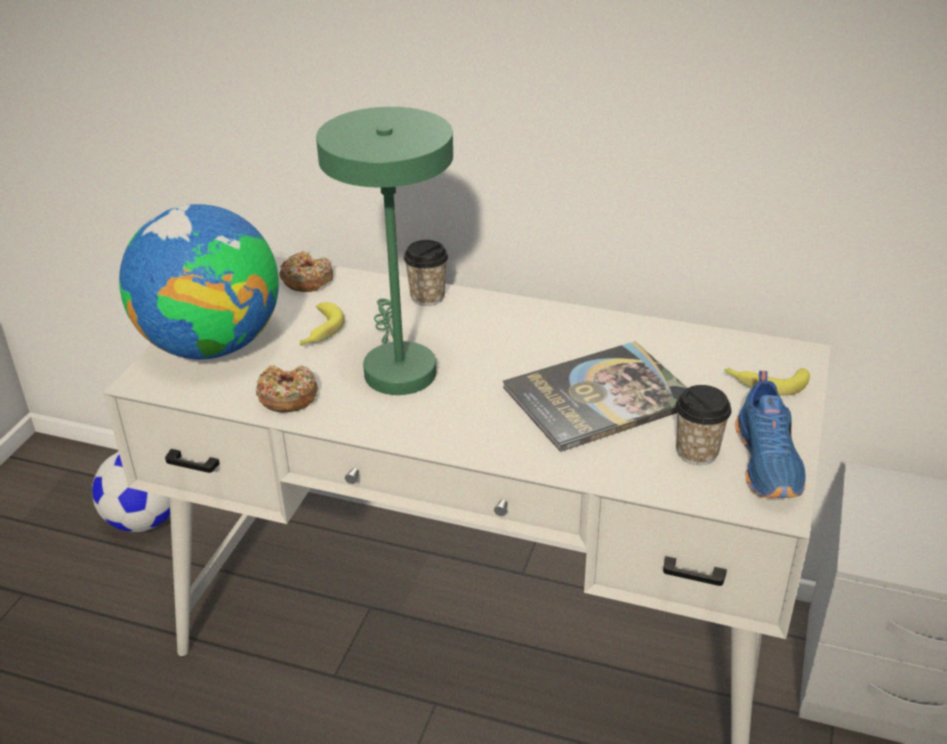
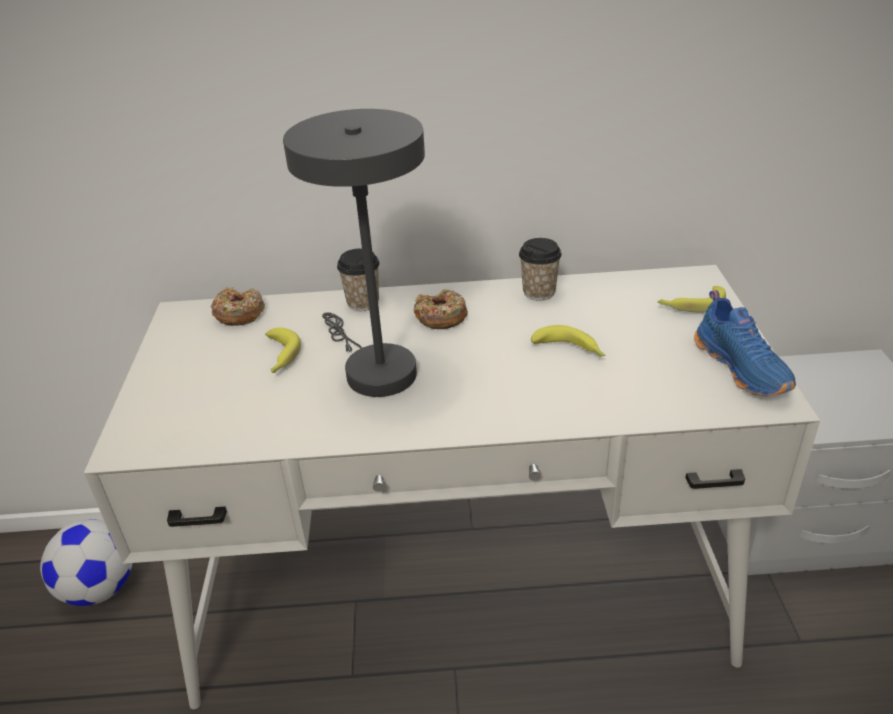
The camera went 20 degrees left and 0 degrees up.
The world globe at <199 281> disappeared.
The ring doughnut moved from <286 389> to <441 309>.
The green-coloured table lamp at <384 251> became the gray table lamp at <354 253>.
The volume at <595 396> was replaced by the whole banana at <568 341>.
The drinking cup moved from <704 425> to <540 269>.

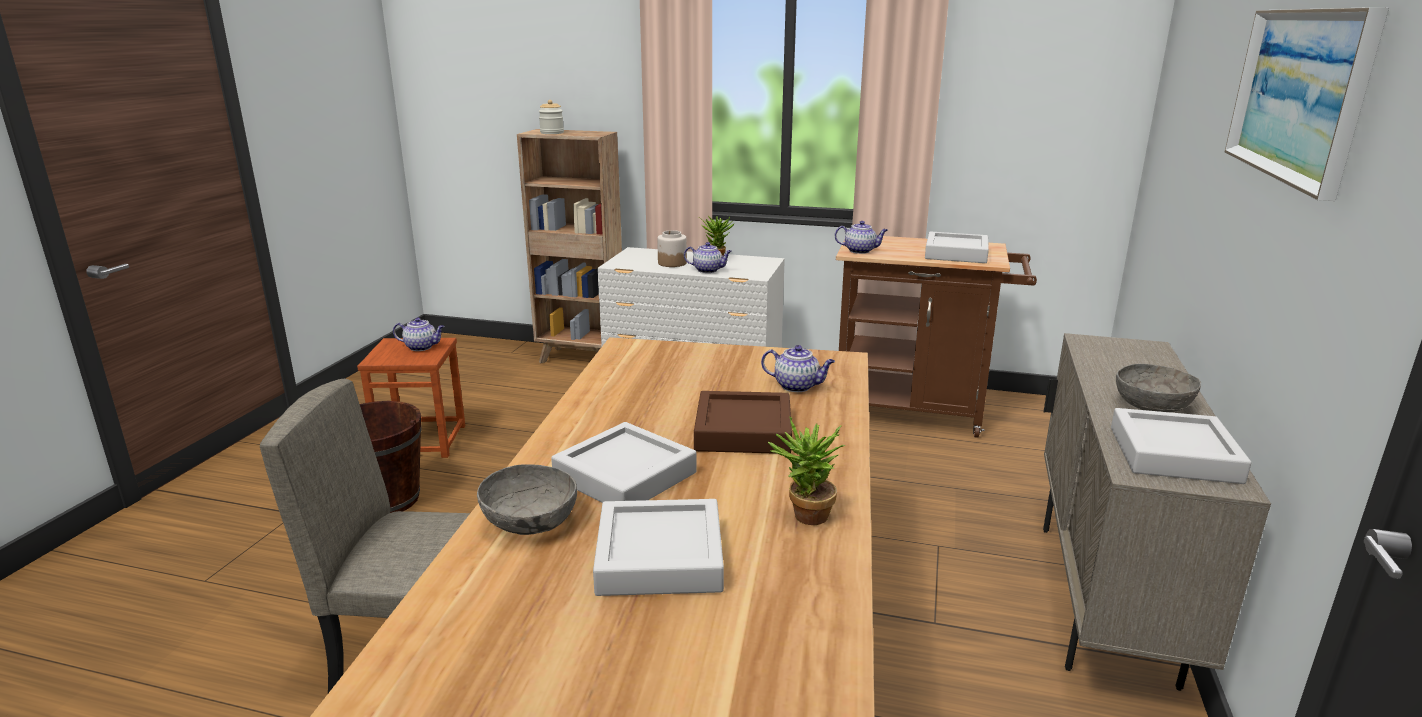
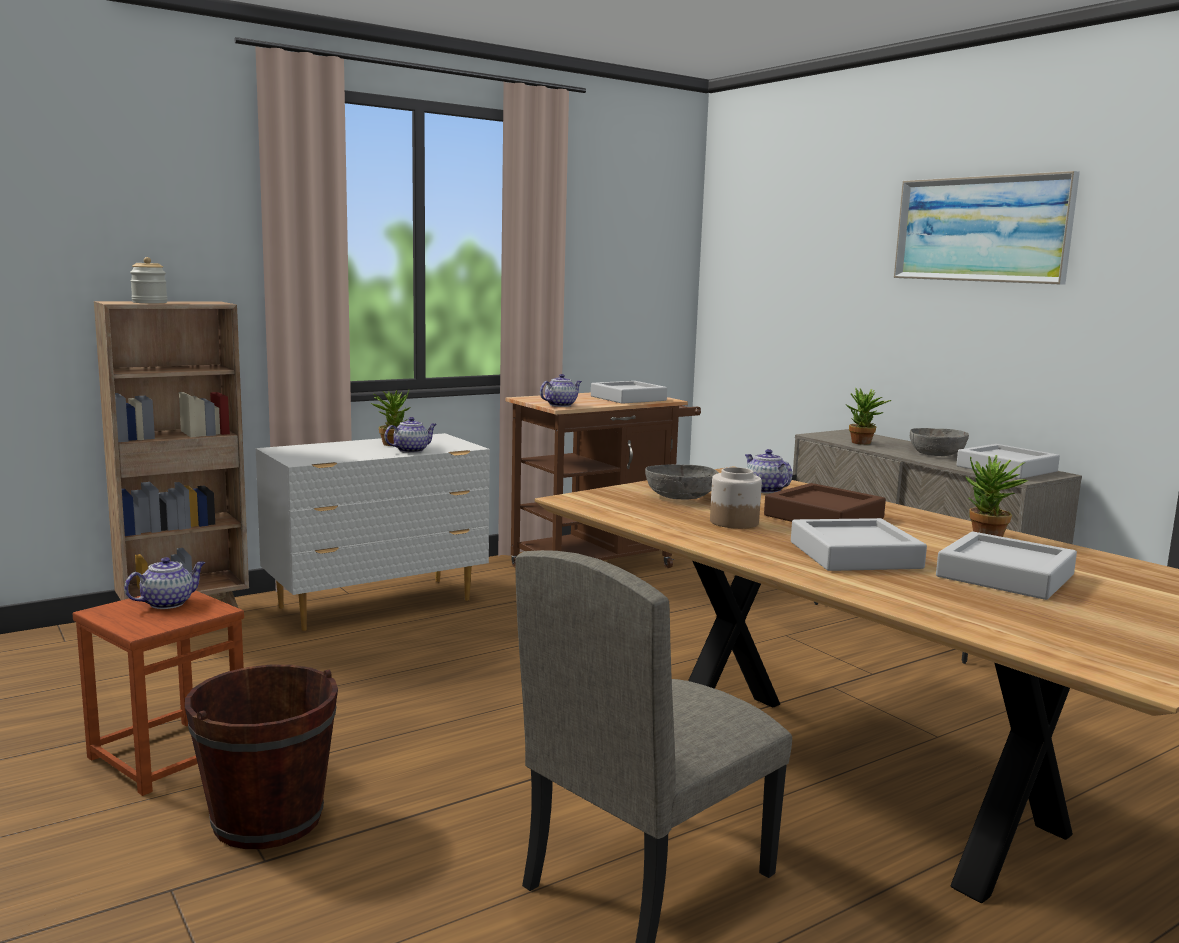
The camera went 50 degrees left and 10 degrees down.
The gray serving bowl moved from <527 499> to <682 482>.
The jar moved from <672 248> to <736 498>.
The pot for tea at <798 368> turned 90 degrees counterclockwise.
The potted plant at <868 416> appeared.

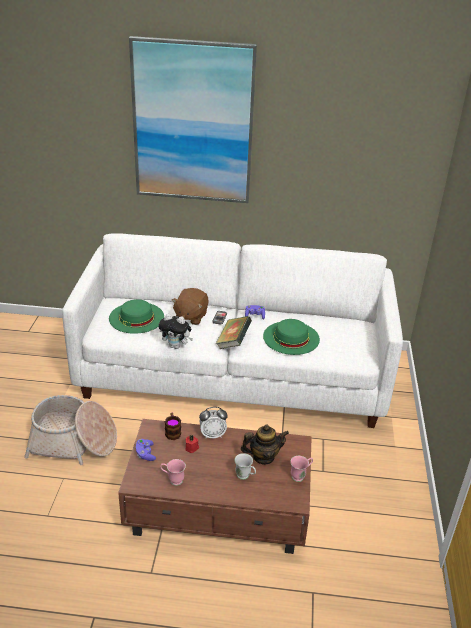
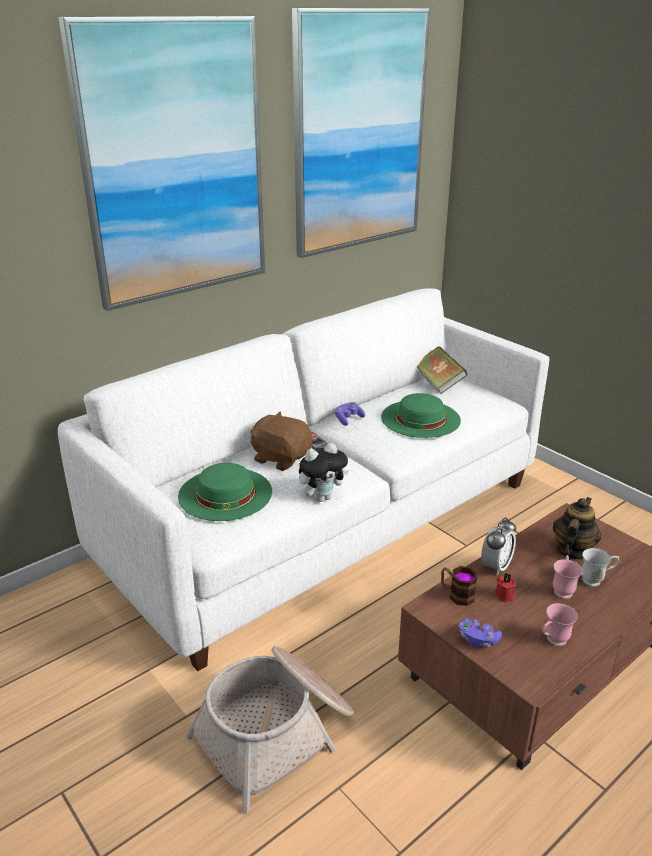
The camera went 45 degrees left and 5 degrees down.
The brown-coloured plush toy at <190 306> turned 150 degrees clockwise.
The volume moved from <234 332> to <442 370>.
The pinkish tea mug moved from <301 469> to <568 577>.
The picture at <361 133> appeared.

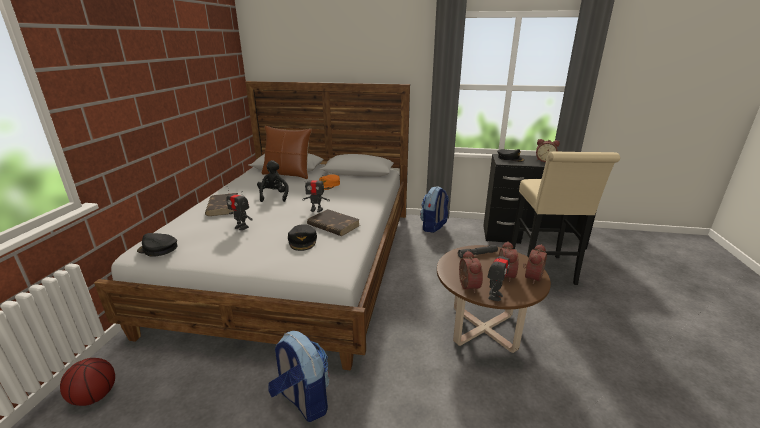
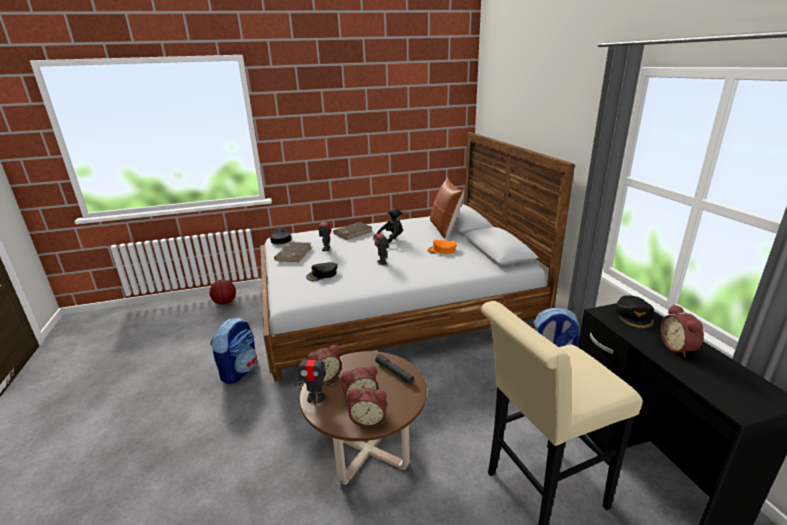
The camera went 65 degrees right and 0 degrees up.
The brown-coloured volume moved from <333 222> to <292 252>.

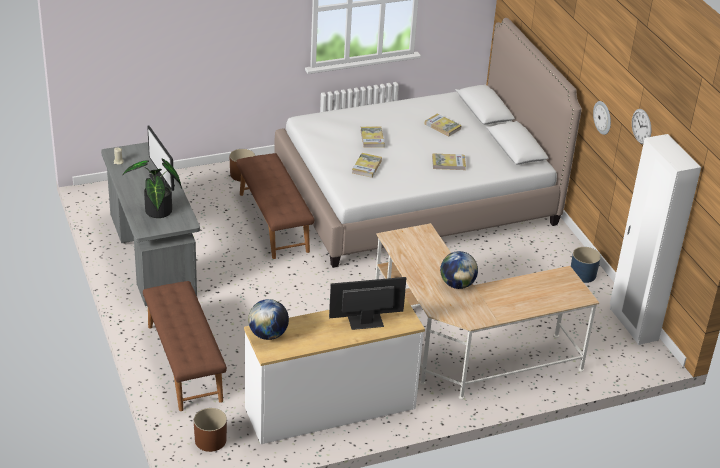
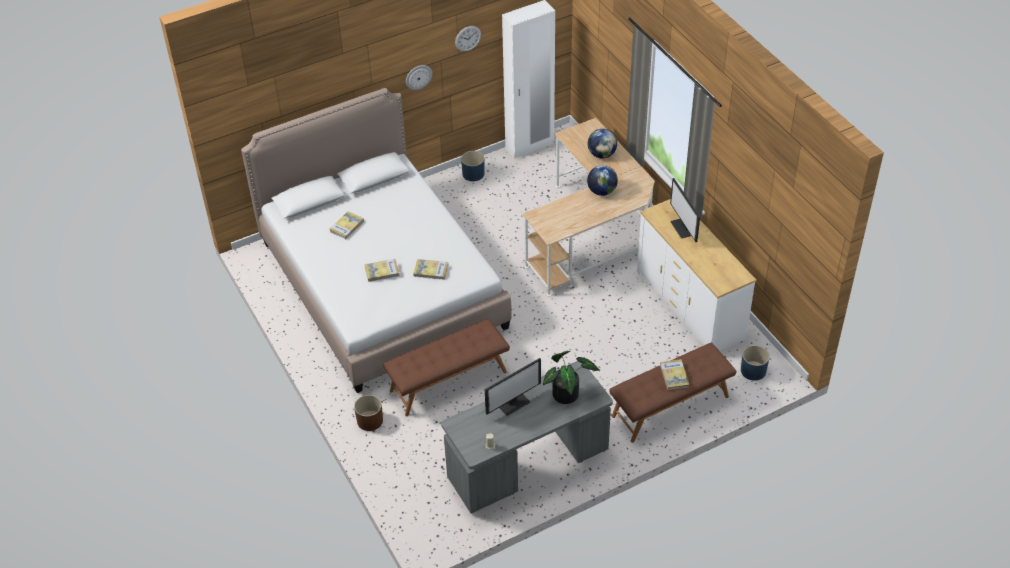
The camera went 95 degrees left and 10 degrees up.
The brown-coloured flower pot at <210 430> became the bluish flower pot at <755 363>.
The world globe moved from <268 319> to <602 143>.
The volume moved from <449 162> to <674 374>.

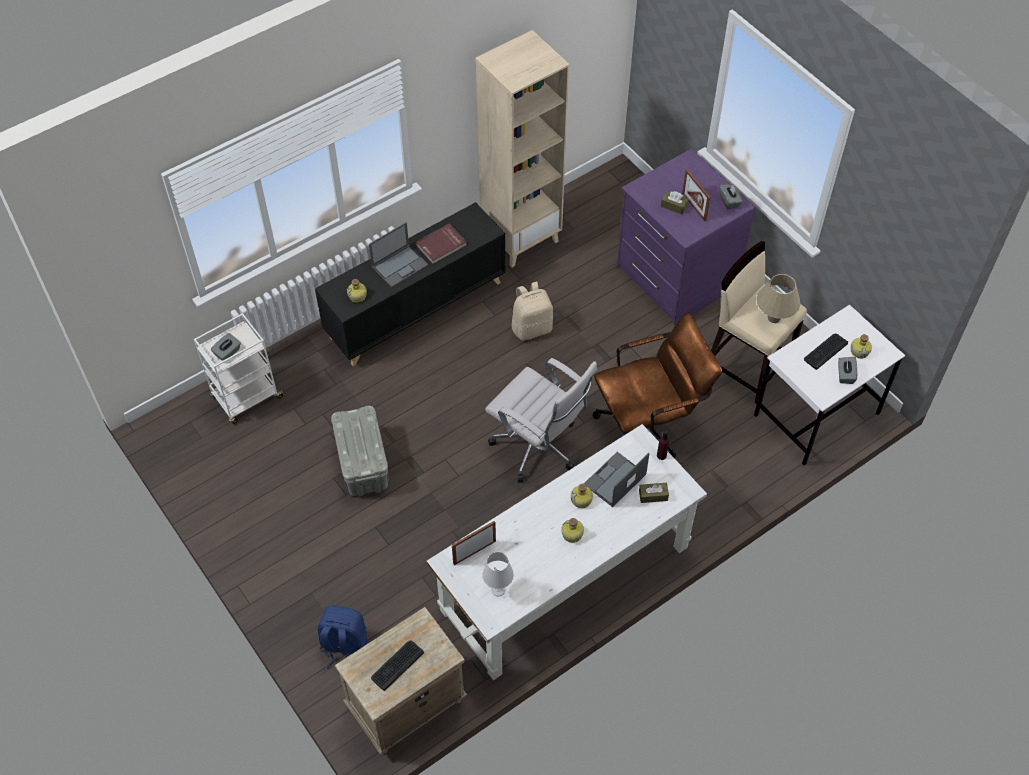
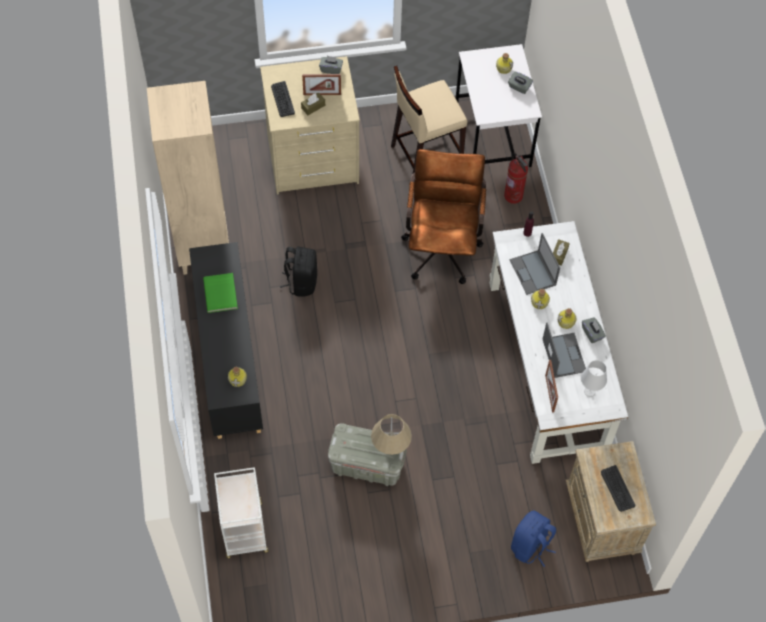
The camera went 65 degrees left and 5 degrees up.
The gray tissue holder moved from <226 347> to <594 330>.
The laptop moved from <398 254> to <564 350>.
The red volume at <441 243> became the green-coloured volume at <220 293>.
The whitish office chair at <541 420> disappeared.
The beige-coloured knapsack at <532 311> became the black knapsack at <298 271>.
The purple-coloured dresser at <686 237> became the beige-coloured dresser at <310 125>.
The beige-coloured table lamp moved from <779 298> to <391 434>.
The PC keyboard moved from <826 351> to <283 99>.
The fire extinguisher at <516 178> appeared.

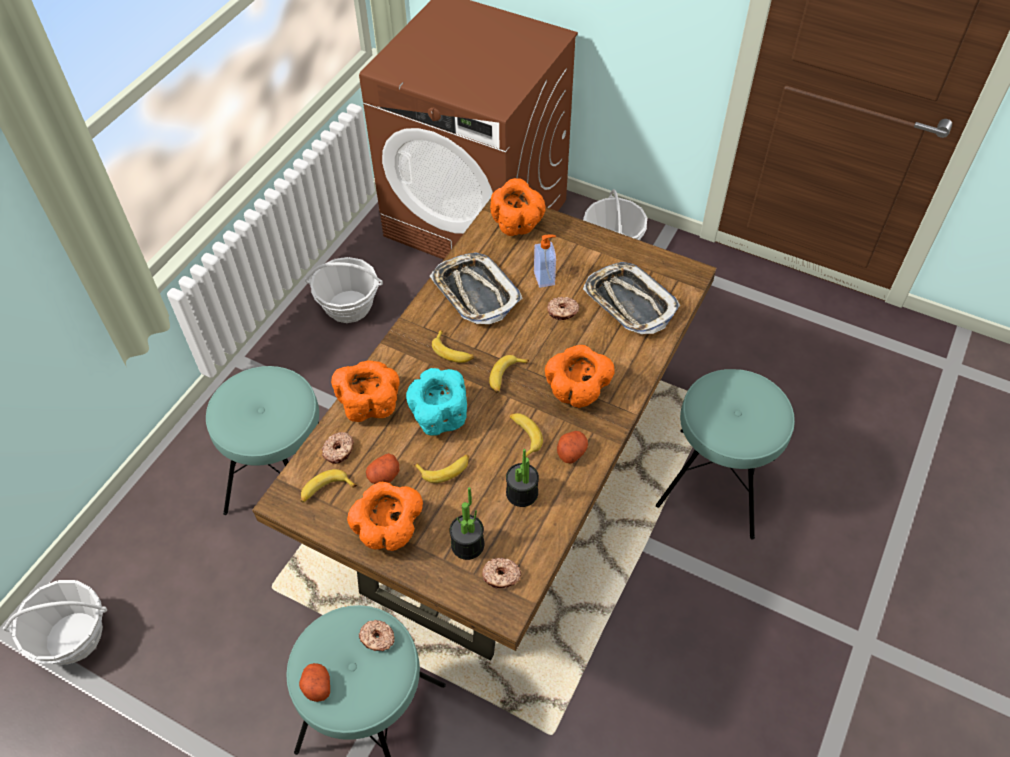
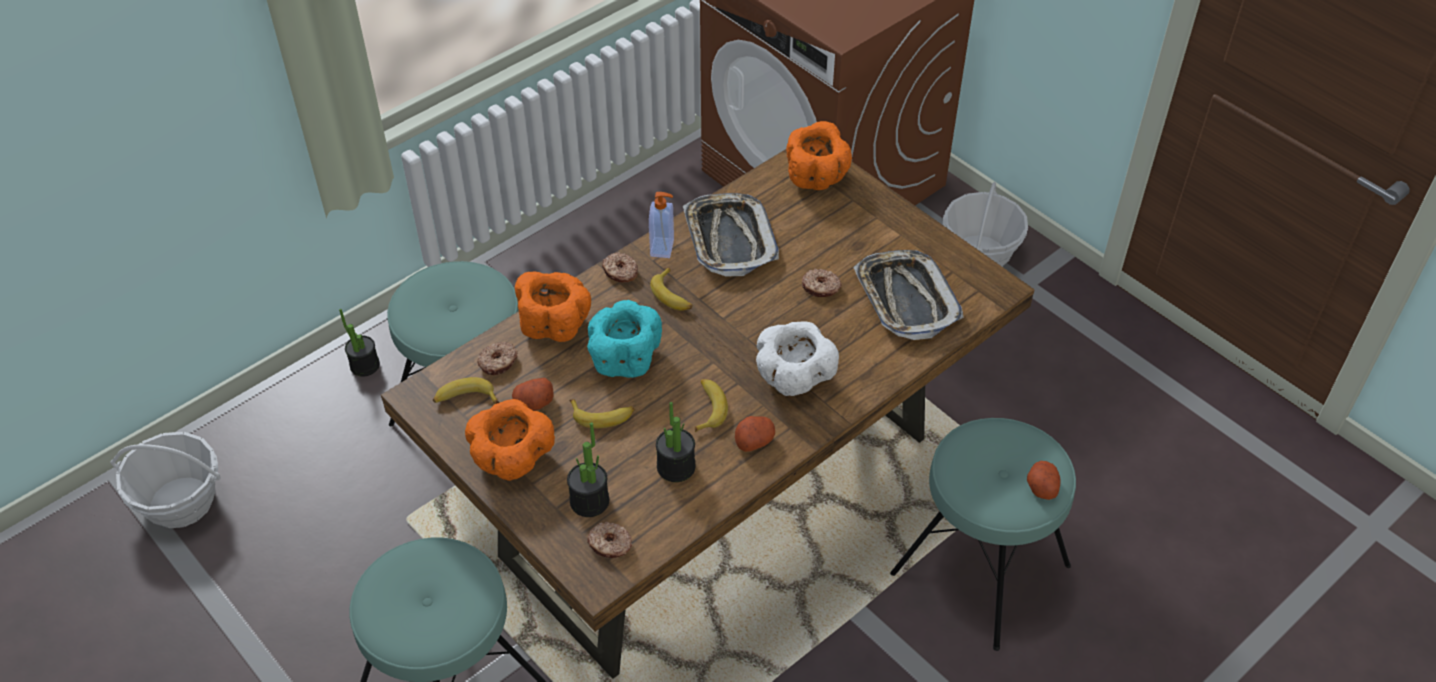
The camera went 20 degrees right and 5 degrees down.
The whole potato moved from <314 682> to <1044 480>.
The storage basket at <344 290> disappeared.
The ring doughnut moved from <376 635> to <620 267>.
The whole banana at <509 374> disappeared.
The soap dispenser moved from <545 261> to <661 225>.
The orange-coloured serving bowl at <580 376> became the whitish serving bowl at <797 358>.
The potted plant at <359 343> appeared.

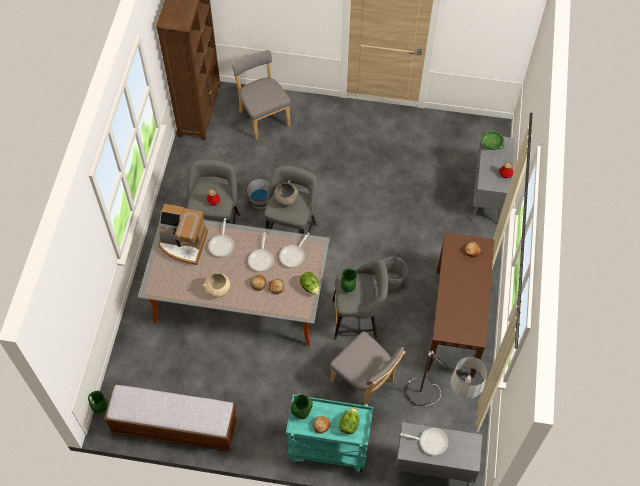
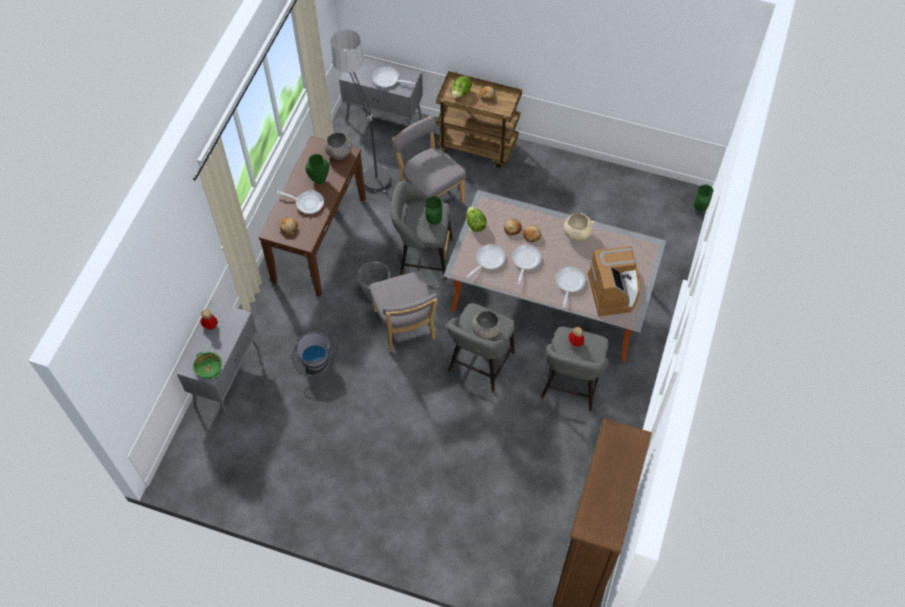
The camera went 170 degrees left and 0 degrees up.
The bench at <170 418> disappeared.
The coffee machine at <183 234> turned 60 degrees clockwise.
The gray plain chair moved from <261 95> to <403 311>.
The gray pail moved from <257 192> to <311 354>.
The turquoise-coloured cart at <329 433> became the brown-coloured cart at <479 119>.
The green-coloured decorative vase moved from <301 407> to <317 169>.
The frying pan at <300 202> appeared.
The gray serving bowl at <338 146> appeared.

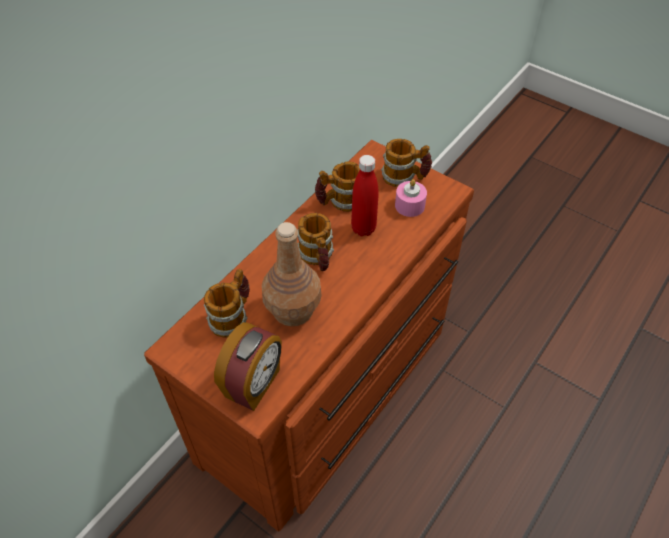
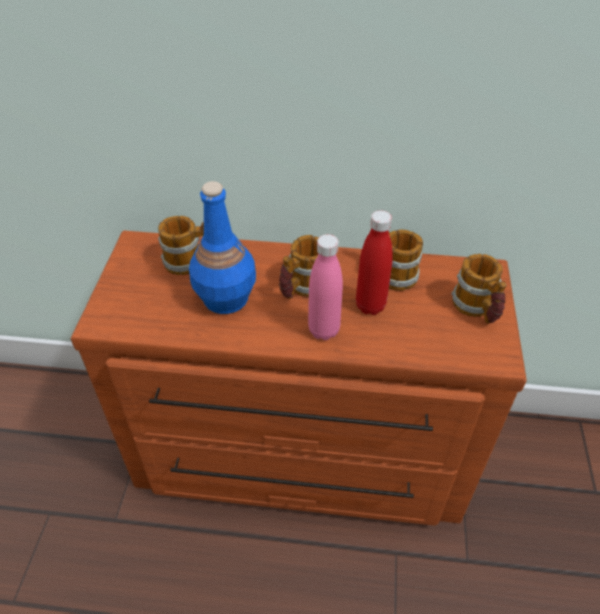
The camera went 60 degrees right and 5 degrees down.
The alarm clock at <248 366> disappeared.
The brown-coloured drink bottle at <292 274> became the bluish drink bottle at <222 247>.
The pinkish candle at <411 198> disappeared.
The pinkish drink bottle at <325 287> appeared.

